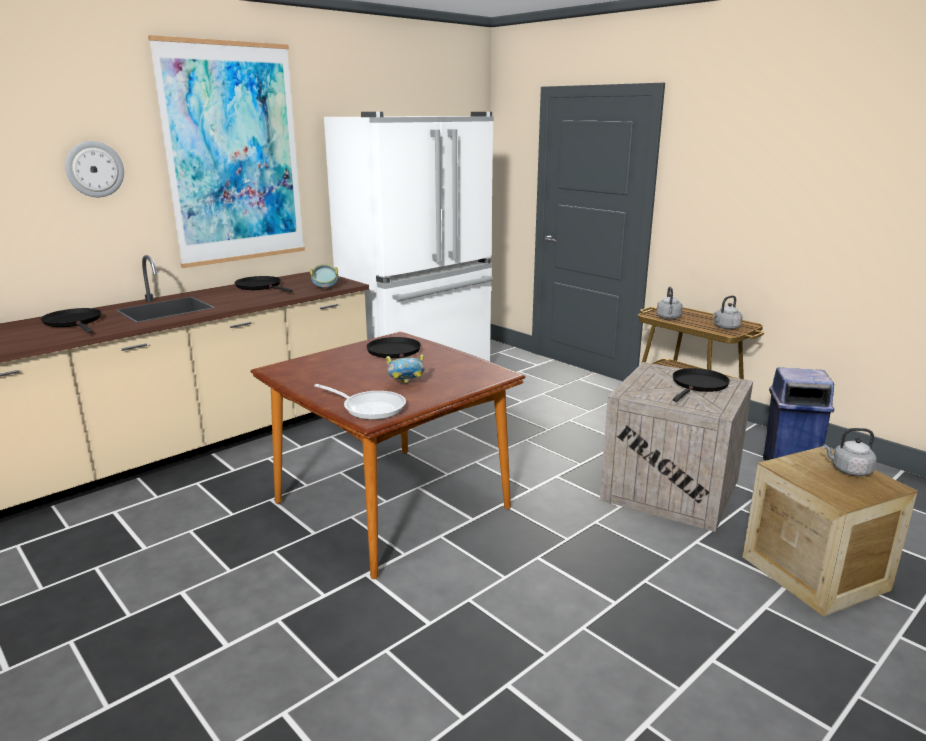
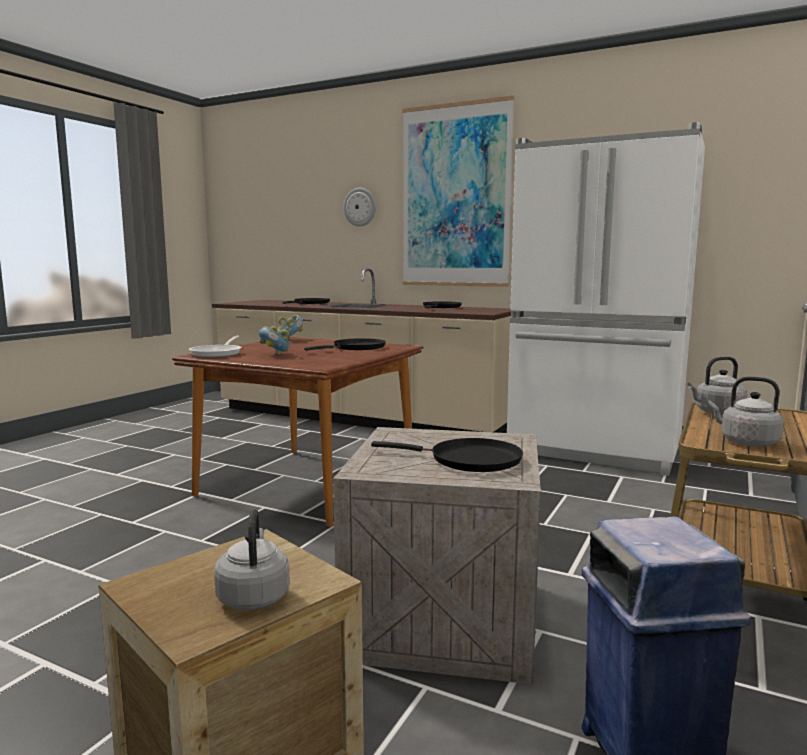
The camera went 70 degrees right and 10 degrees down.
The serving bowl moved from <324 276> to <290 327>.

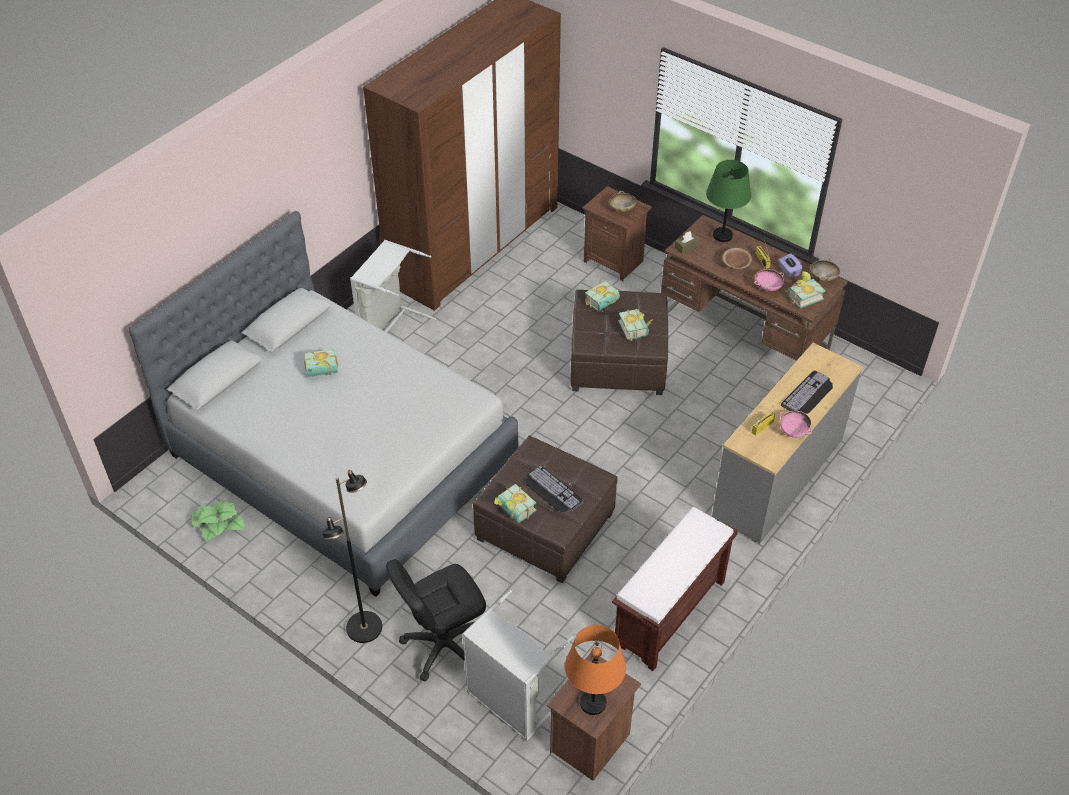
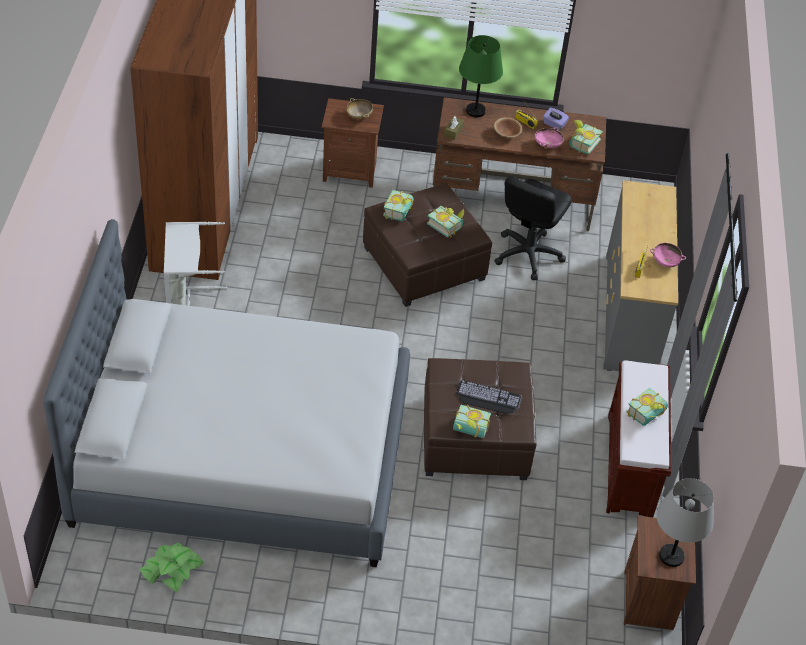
The camera went 35 degrees left and 0 degrees up.
The volume moved from <321 363> to <647 407>.
The black standing lamp at <352 556> disappeared.
The black office chair moved from <436 620> to <533 228>.
The gray washing basket at <517 665> disappeared.
The orange-coloured table lamp at <595 670> became the gray table lamp at <685 522>.
The PC keyboard at <807 392> disappeared.
The beige-coloured serving bowl at <825 269> disappeared.

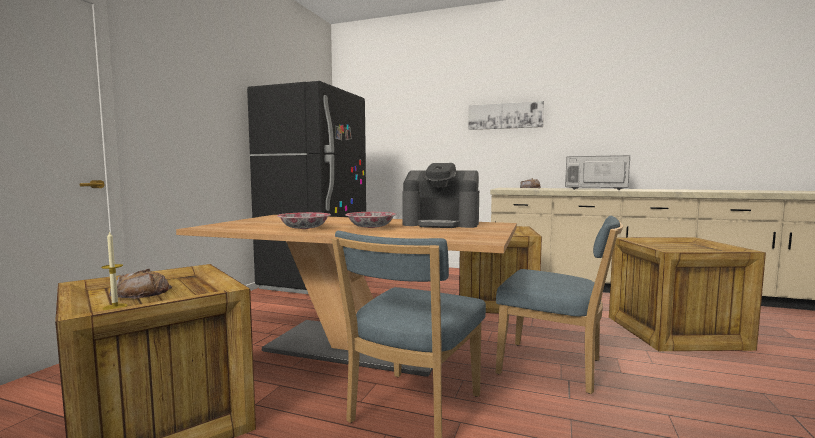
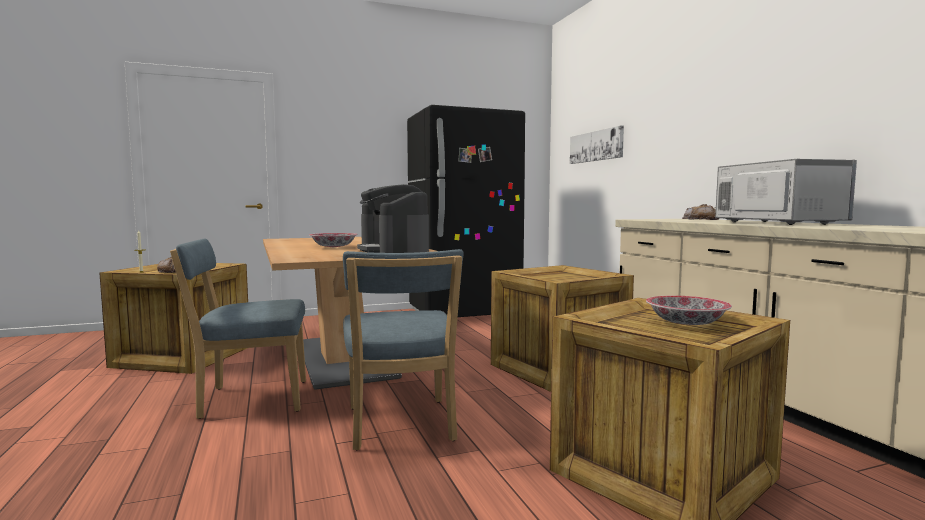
The camera went 50 degrees right and 0 degrees up.
The serving bowl moved from <304 220> to <689 310>.
The picture moved from <506 115> to <597 144>.

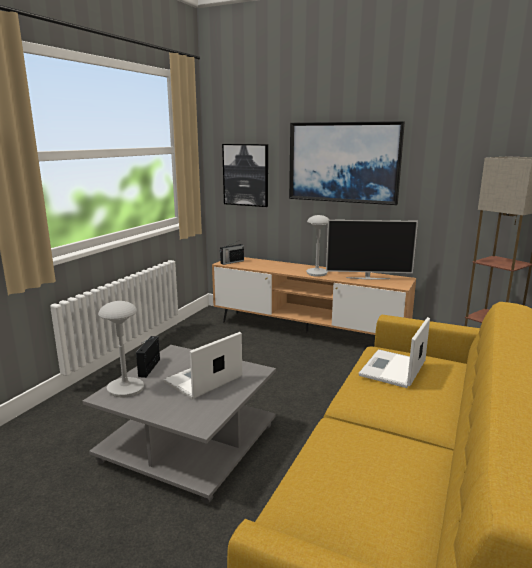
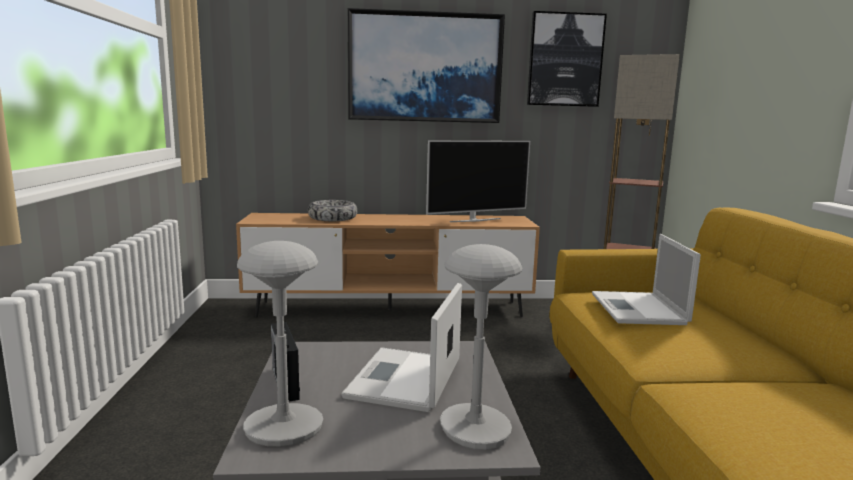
The camera went 30 degrees left and 5 degrees down.
The radio set at <232 252> disappeared.
The picture moved from <245 175> to <567 59>.
The gray table lamp moved from <317 246> to <481 347>.
The serving bowl at <332 210> appeared.

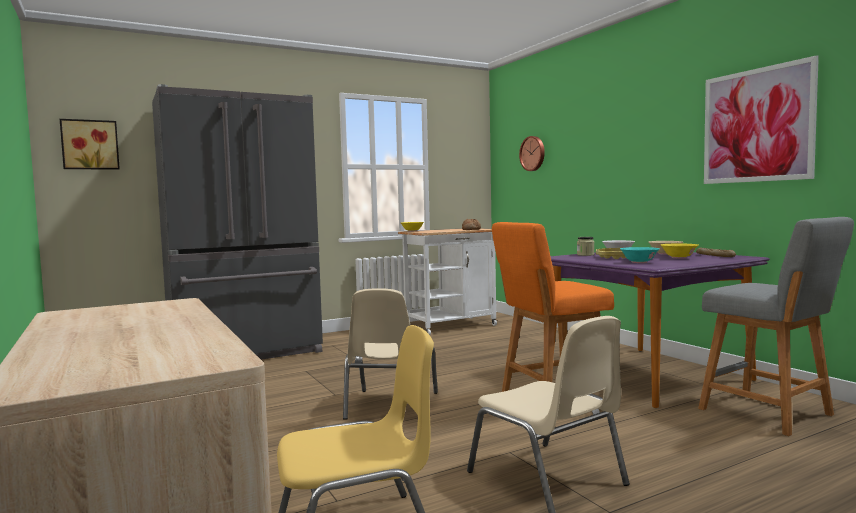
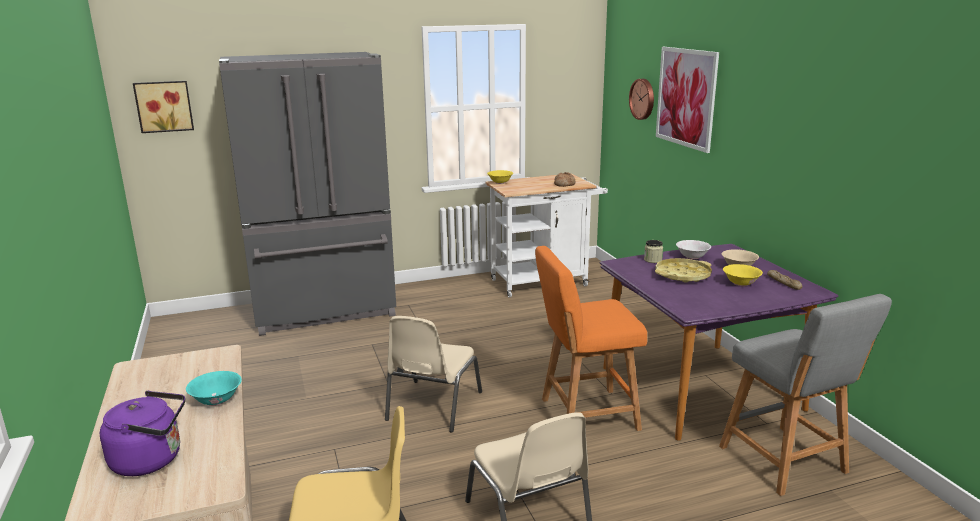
The camera went 10 degrees right and 15 degrees up.
The turquoise-coloured serving bowl moved from <639 255> to <214 388>.
The picture moved from <761 119> to <687 100>.
The purple-coloured kettle at <142 433> appeared.

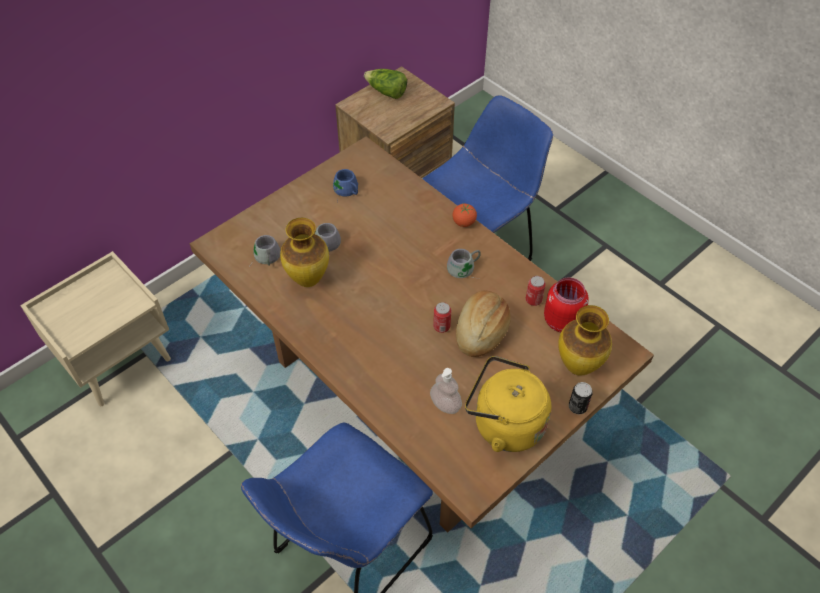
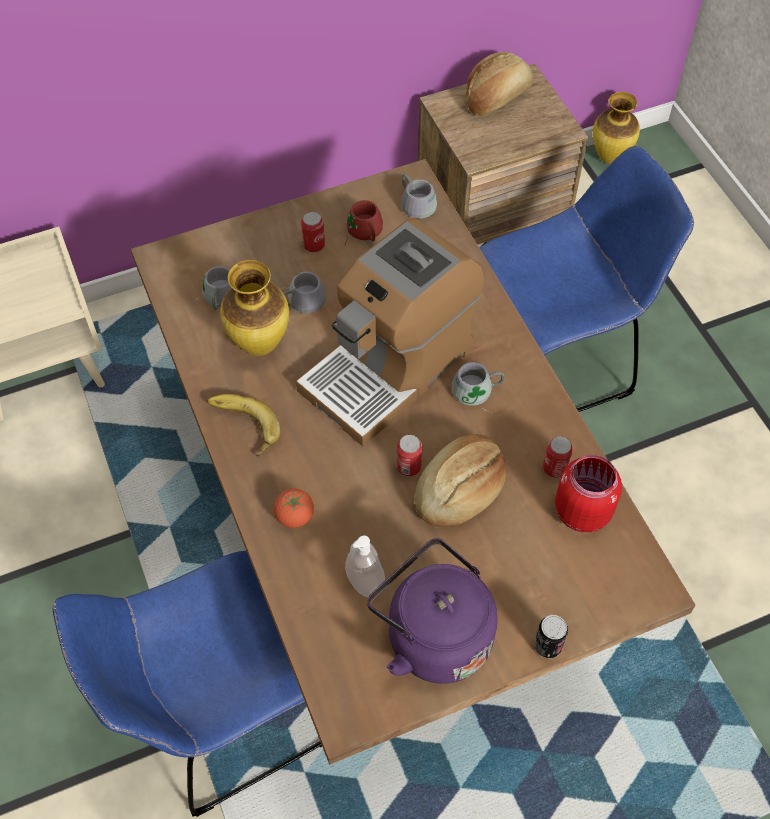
The camera went 20 degrees right and 5 degrees up.
The bluish tea mug at <345 186> became the red tea mug at <364 222>.
The head of lettuce at <385 84> was replaced by the baked bread at <500 84>.
The tomato moved from <464 215> to <294 508>.
The yellowish kettle at <508 404> became the purple-coloured kettle at <432 611>.
The decorative vase moved from <585 340> to <616 128>.
The whole banana at <244 425> appeared.
The coffee machine at <390 332> appeared.
The sealed can at <313 231> appeared.
The gray tea mug at <419 196> appeared.

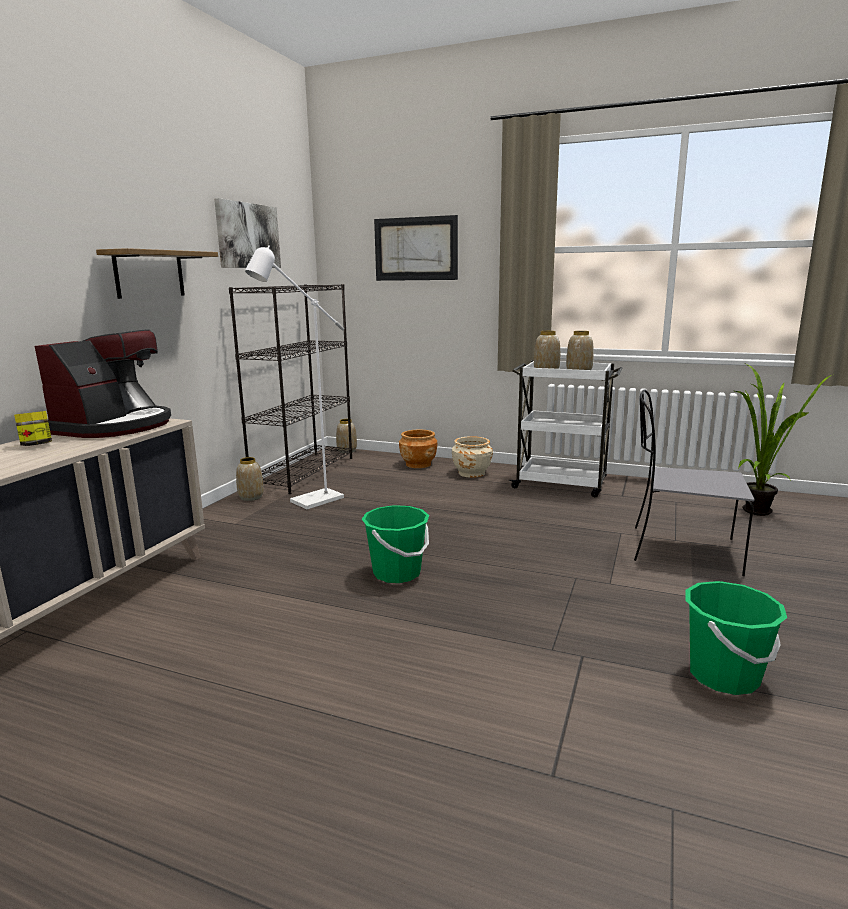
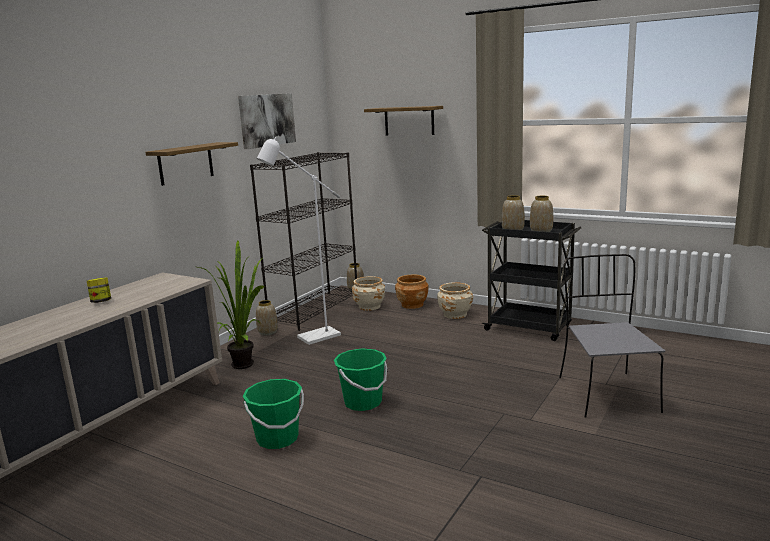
The camera went 10 degrees right and 0 degrees up.
The coffee machine at <103 383> disappeared.
The picture at <416 248> was replaced by the wall shelf at <403 120>.
The whitish cart at <566 428> became the black cart at <531 280>.
The gray plain chair at <694 482> turned 60 degrees clockwise.
The green-coloured pail moved from <736 638> to <273 414>.
The potted plant moved from <783 440> to <231 305>.
The beige-coloured flower pot at <368 293> appeared.

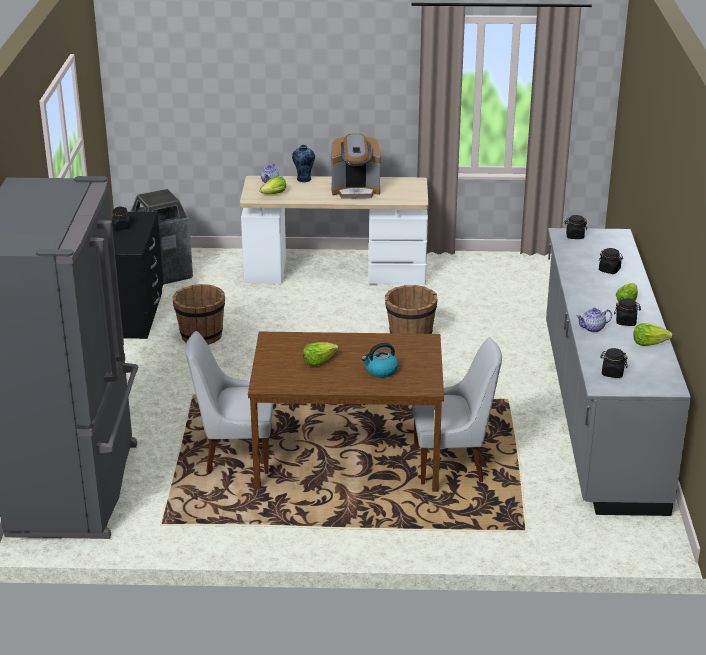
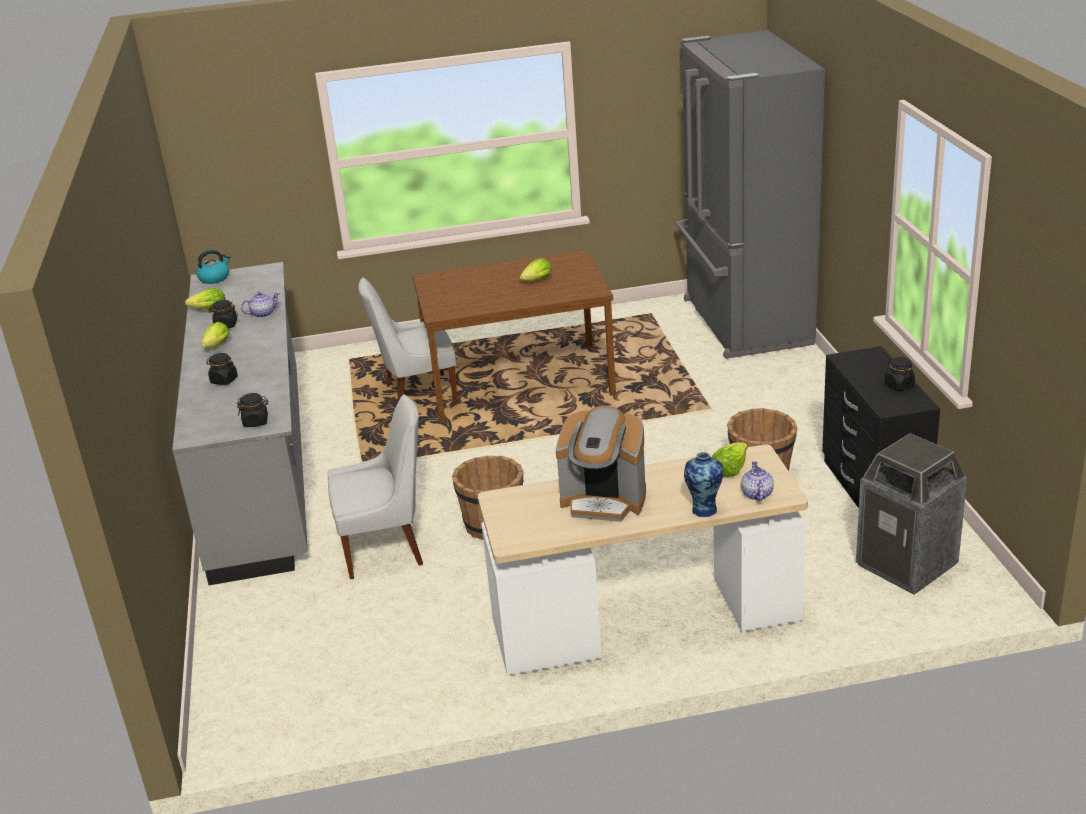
The camera went 170 degrees right and 0 degrees up.
The whitish plain chair moved from <229 402> to <375 487>.
The coffee machine at <356 166> turned 150 degrees counterclockwise.
The kettle moved from <379 360> to <213 267>.
The black jar at <613 363> disappeared.

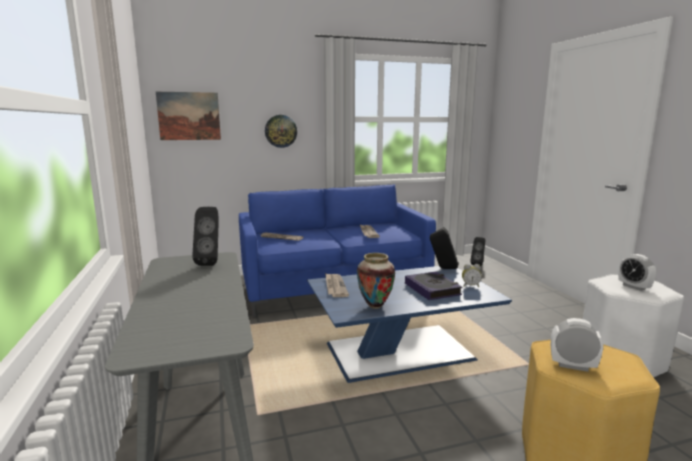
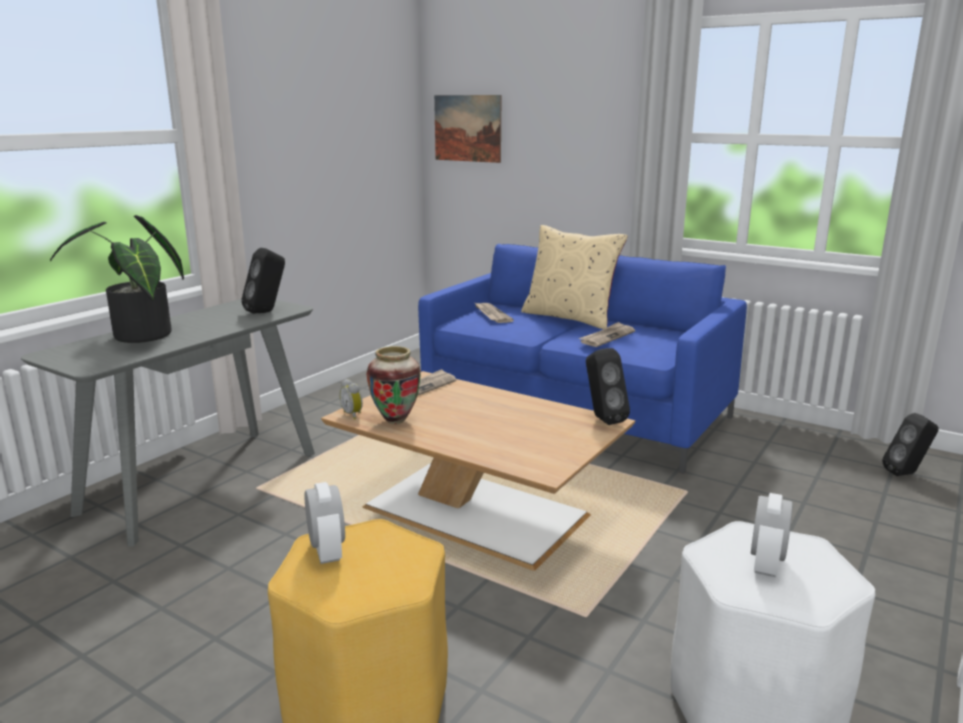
The camera went 50 degrees right and 5 degrees up.
The hanging clock at <281 131> disappeared.
The bluish coffee table at <409 324> became the brown-coloured coffee table at <478 471>.
The volume at <434 286> disappeared.
The alarm clock moved from <472 275> to <351 399>.
The potted plant at <117 279> appeared.
The beige-coloured throw pillow at <574 277> appeared.

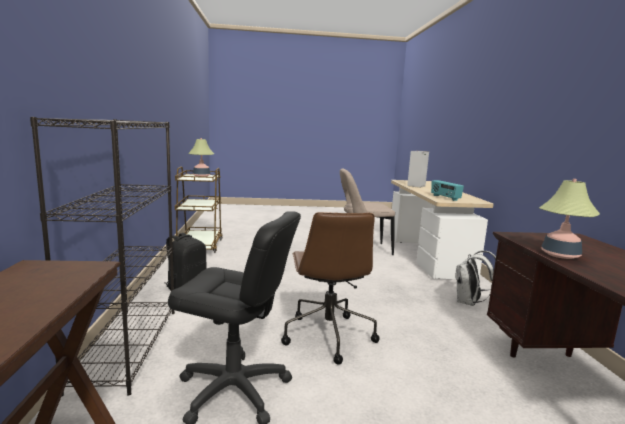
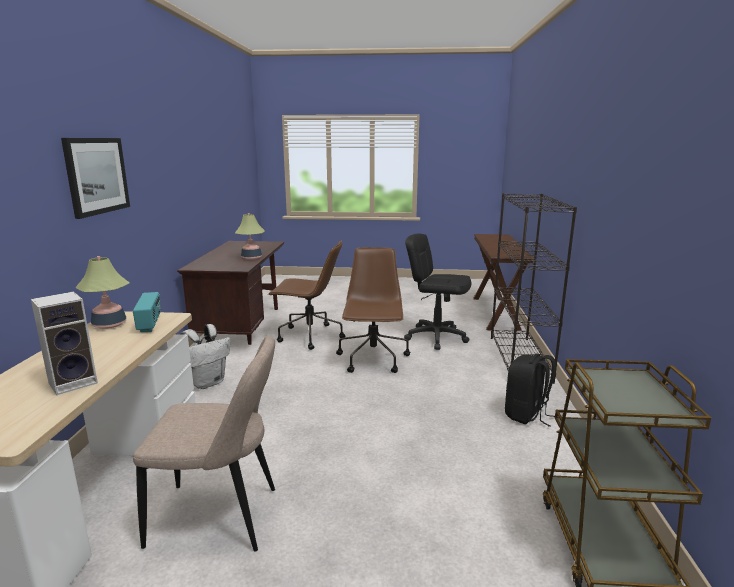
The camera went 170 degrees left and 5 degrees up.
The table lamp moved from <201 157> to <103 292>.
The picture at <95 178> appeared.
The brown-coloured office chair at <307 295> appeared.

